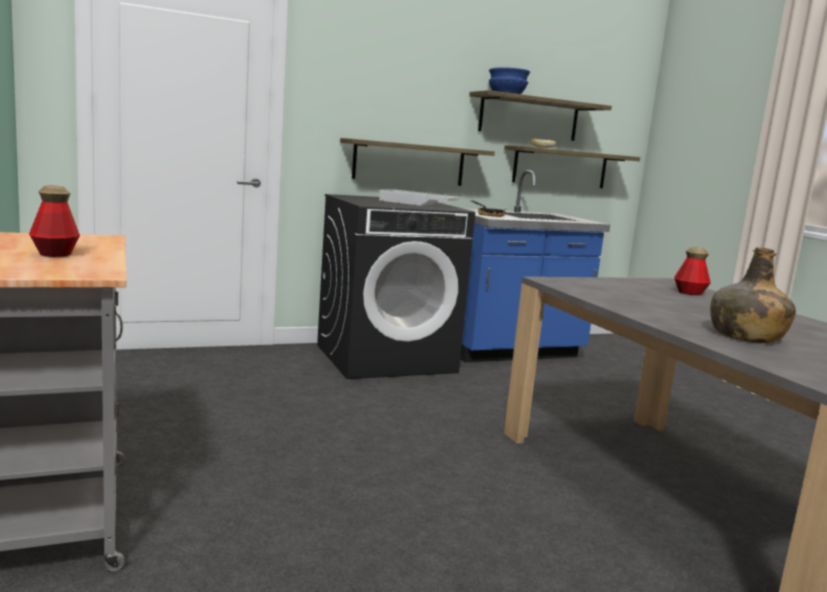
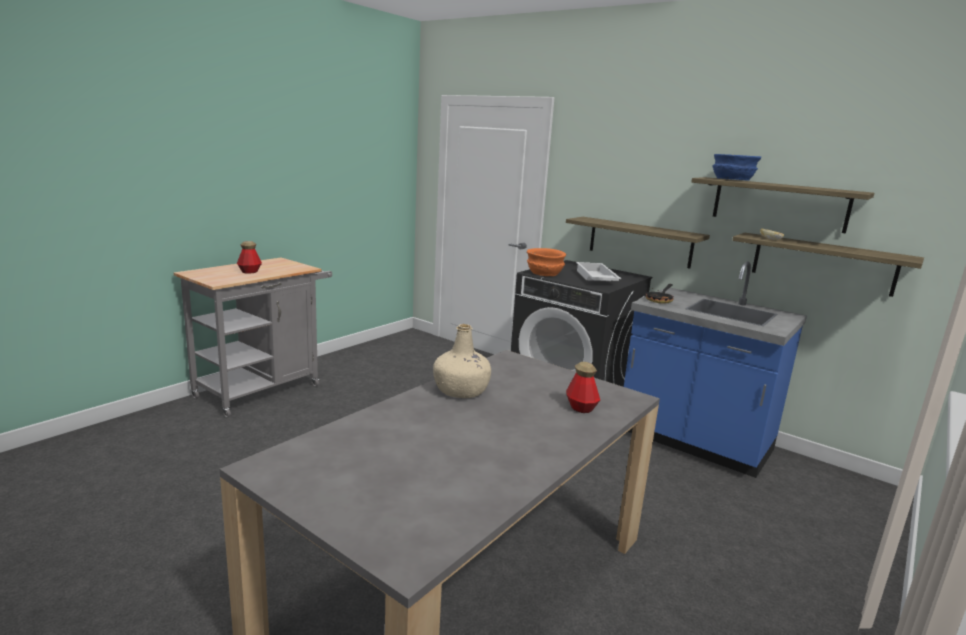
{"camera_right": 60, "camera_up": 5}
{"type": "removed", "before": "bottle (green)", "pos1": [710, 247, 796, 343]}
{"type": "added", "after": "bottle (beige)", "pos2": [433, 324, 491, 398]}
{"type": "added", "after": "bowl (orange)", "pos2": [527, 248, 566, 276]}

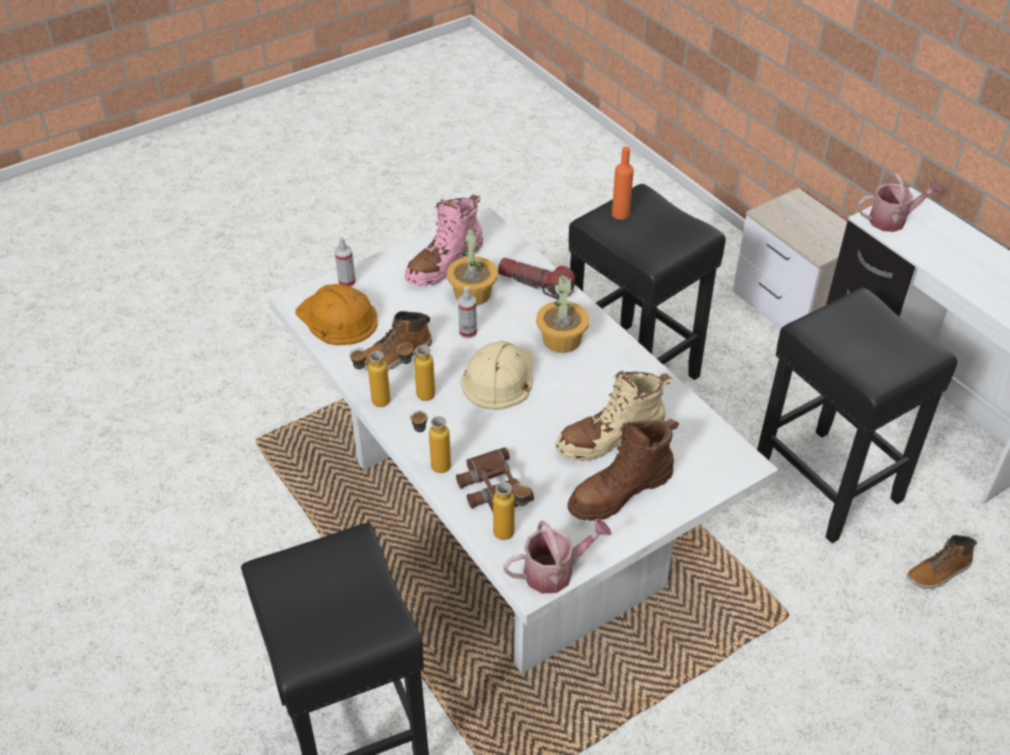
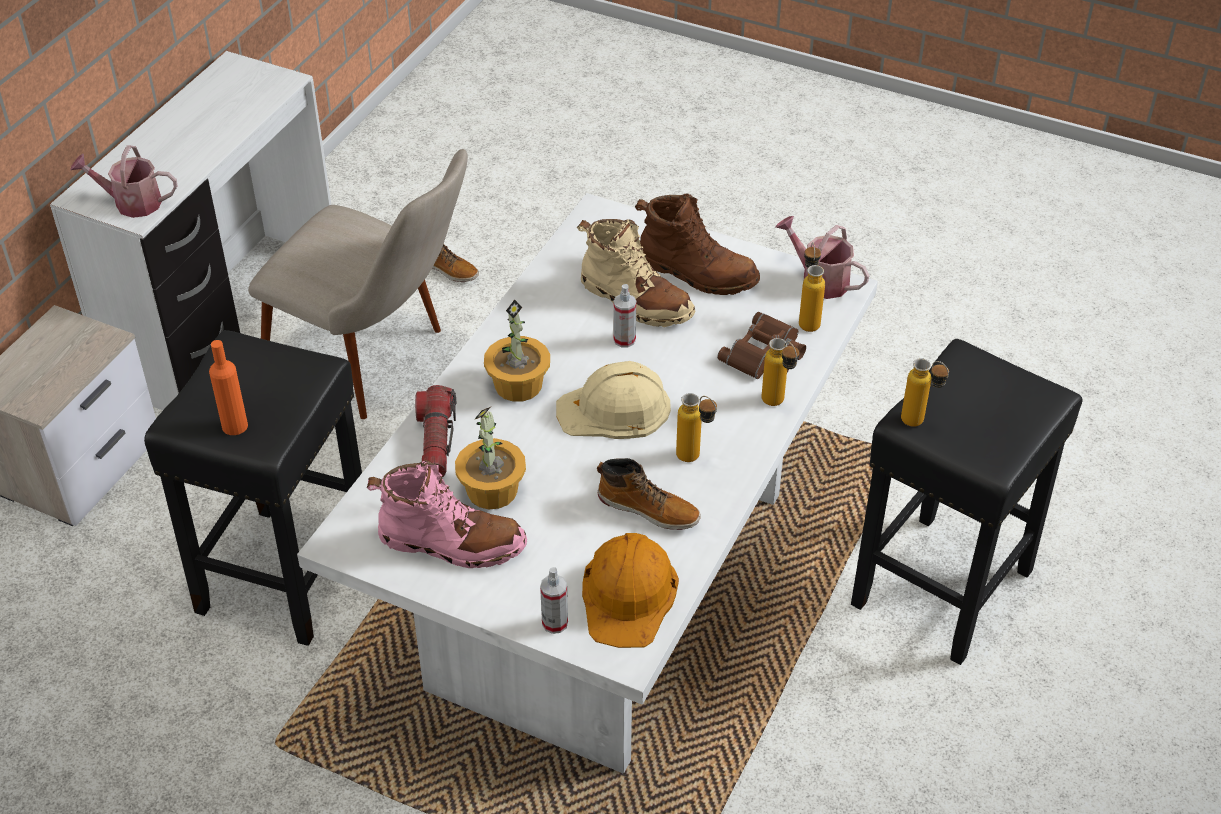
{"camera_right": -120, "camera_up": 0}
{"type": "moved", "before": "bottle", "pos1": [349, 348, 391, 407], "pos2": [901, 358, 949, 427]}
{"type": "moved", "before": "spray bottle", "pos1": [458, 286, 477, 339], "pos2": [613, 284, 636, 347]}
{"type": "replaced", "before": "stool (black)", "after": "chair (beige)", "pos1": [757, 288, 957, 543], "pos2": [248, 149, 468, 419]}
{"type": "turned", "before": "watering can", "pos1": [857, 174, 942, 232], "pos2": [70, 145, 178, 218], "turn": -45}

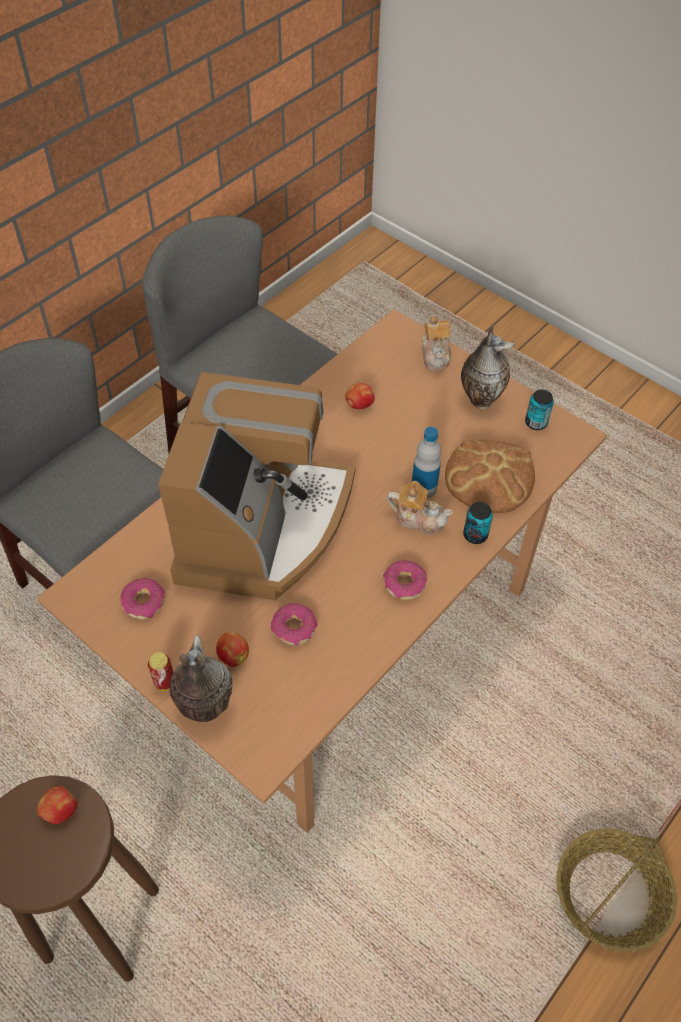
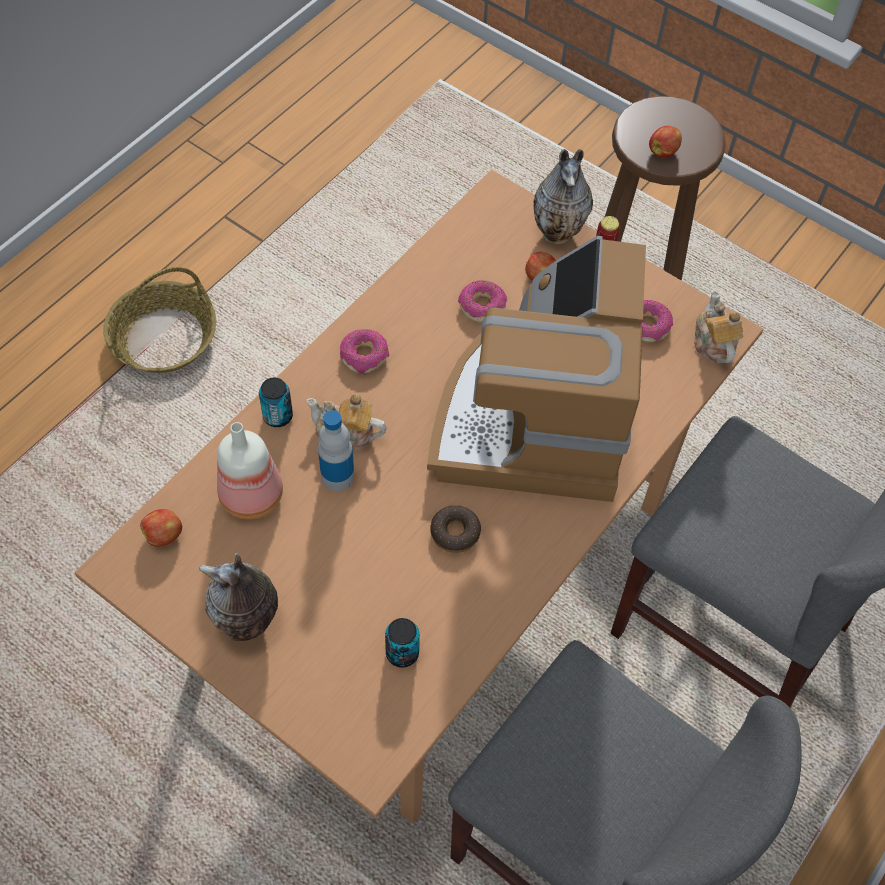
{"camera_right": 175, "camera_up": 5}
{"type": "moved", "before": "apple", "pos1": [345, 383, 375, 409], "pos2": [140, 509, 182, 547]}
{"type": "moved", "before": "teapot", "pos1": [422, 316, 451, 372], "pos2": [694, 291, 743, 363]}
{"type": "replaced", "before": "bread", "after": "bottle", "pos1": [445, 439, 535, 513], "pos2": [217, 422, 283, 520]}
{"type": "moved", "before": "can", "pos1": [525, 389, 554, 430], "pos2": [385, 618, 420, 668]}
{"type": "added", "after": "donut", "pos2": [430, 505, 481, 553]}

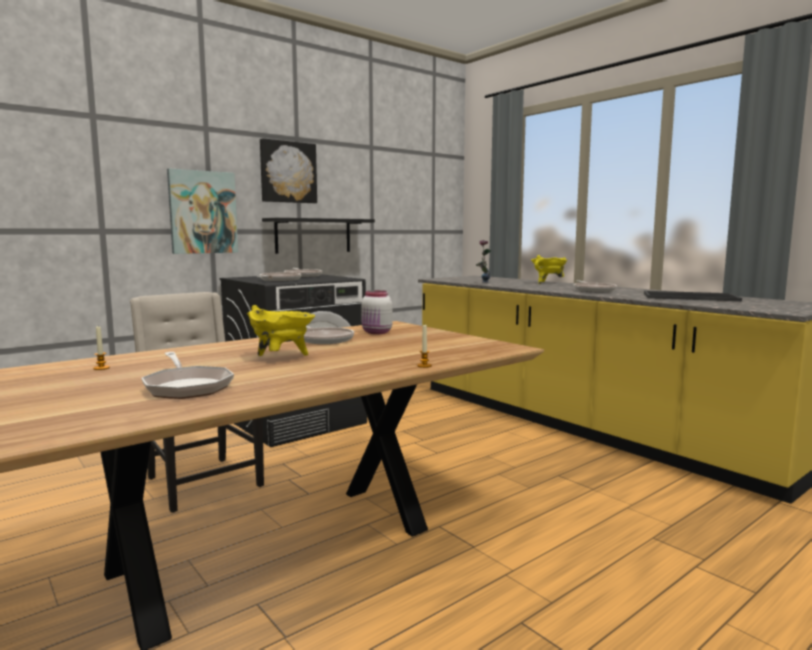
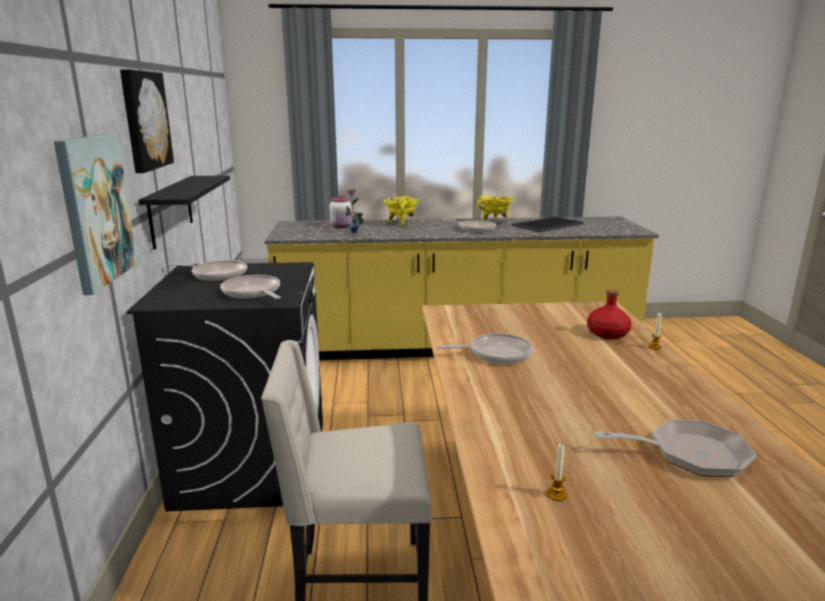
{"camera_right": -55, "camera_up": 10}
{"type": "moved", "before": "cooking pot (yellow)", "pos1": [247, 305, 315, 356], "pos2": [477, 196, 513, 221]}
{"type": "moved", "before": "jar (white)", "pos1": [361, 290, 392, 334], "pos2": [329, 197, 352, 228]}
{"type": "added", "after": "bottle (red)", "pos2": [587, 289, 632, 339]}

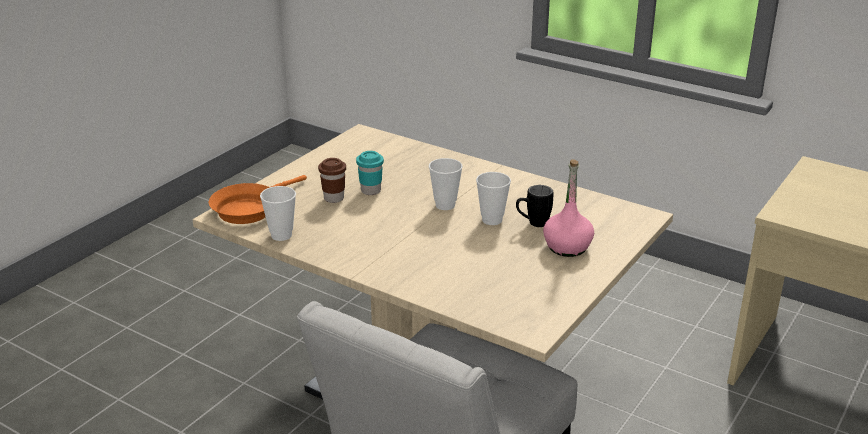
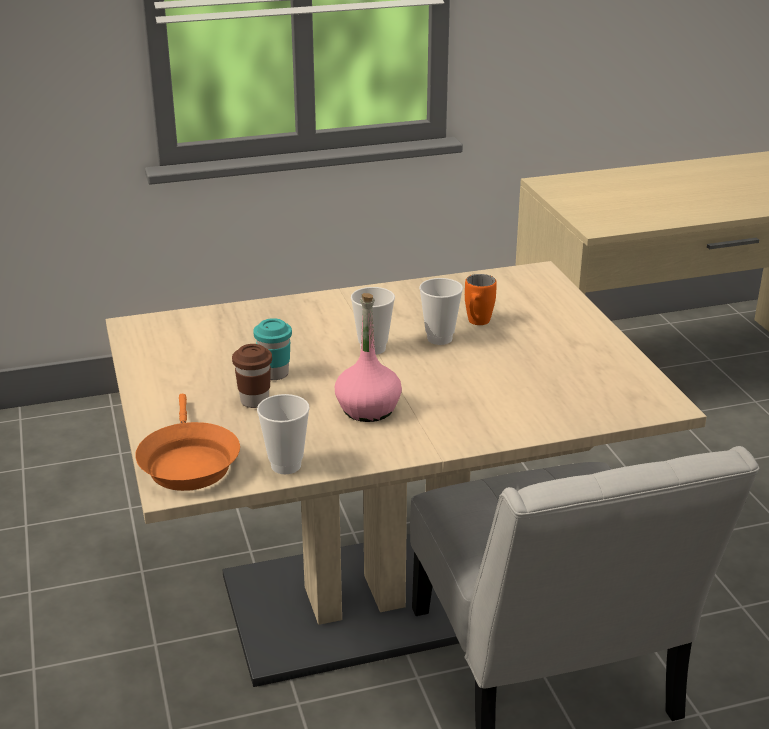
{"camera_right": -50, "camera_up": 0}
{"type": "recoloured", "before": "mug (black)", "after": "mug (orange)", "pos1": [516, 185, 554, 227], "pos2": [465, 274, 497, 325]}
{"type": "moved", "before": "bottle (pink)", "pos1": [543, 159, 594, 257], "pos2": [335, 293, 402, 422]}

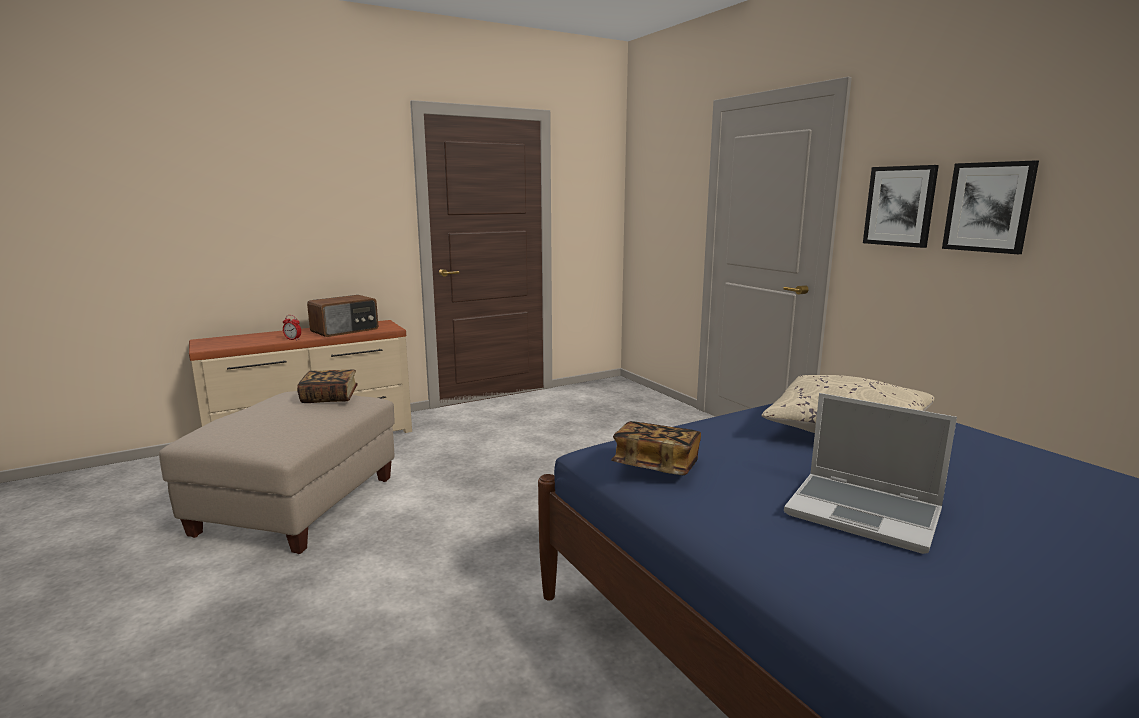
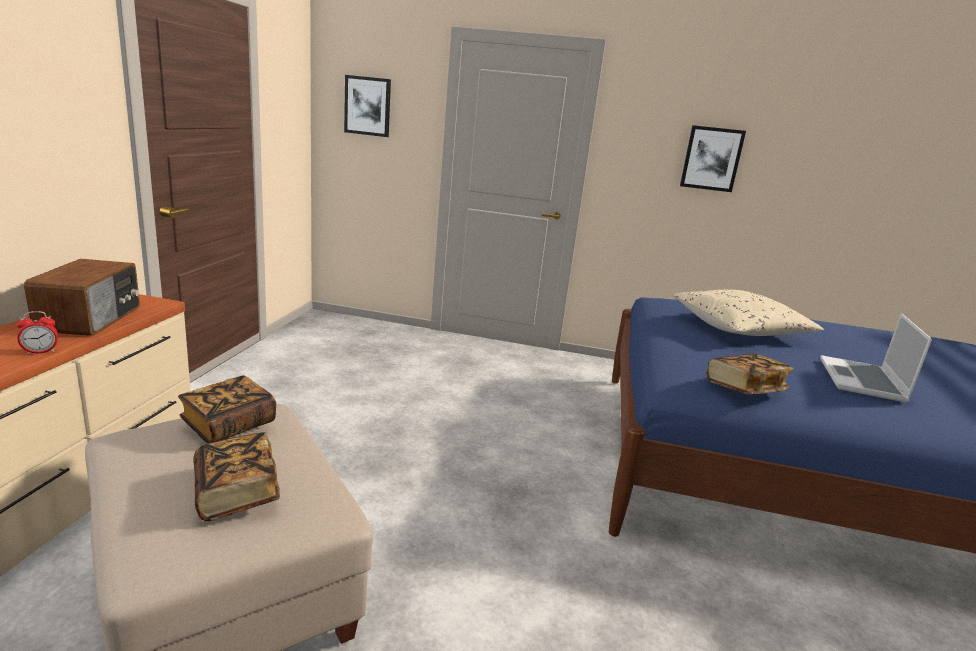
{"camera_right": -50, "camera_up": 5}
{"type": "turned", "before": "laptop", "pos1": [784, 393, 957, 554], "pos2": [820, 313, 932, 402], "turn": 120}
{"type": "moved", "before": "picture", "pos1": [863, 165, 939, 248], "pos2": [344, 75, 391, 137]}
{"type": "added", "after": "book", "pos2": [193, 432, 280, 521]}

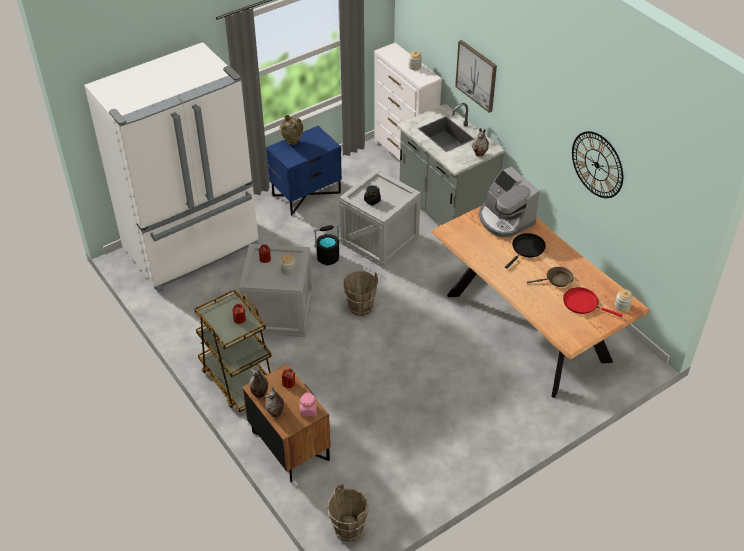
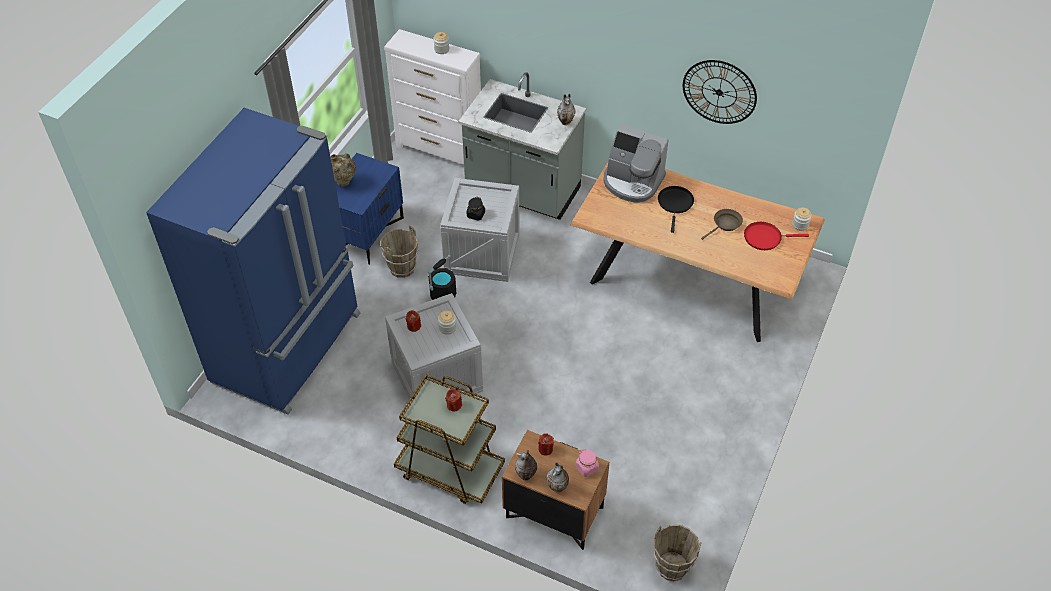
{"camera_right": -30, "camera_up": 5}
{"type": "recoloured", "before": "fridge (white)", "after": "fridge (blue)", "pos1": [84, 42, 259, 292], "pos2": [146, 108, 360, 414]}
{"type": "moved", "before": "bucket (brown)", "pos1": [344, 271, 378, 316], "pos2": [380, 226, 418, 278]}
{"type": "removed", "before": "picture", "pos1": [455, 40, 497, 113]}

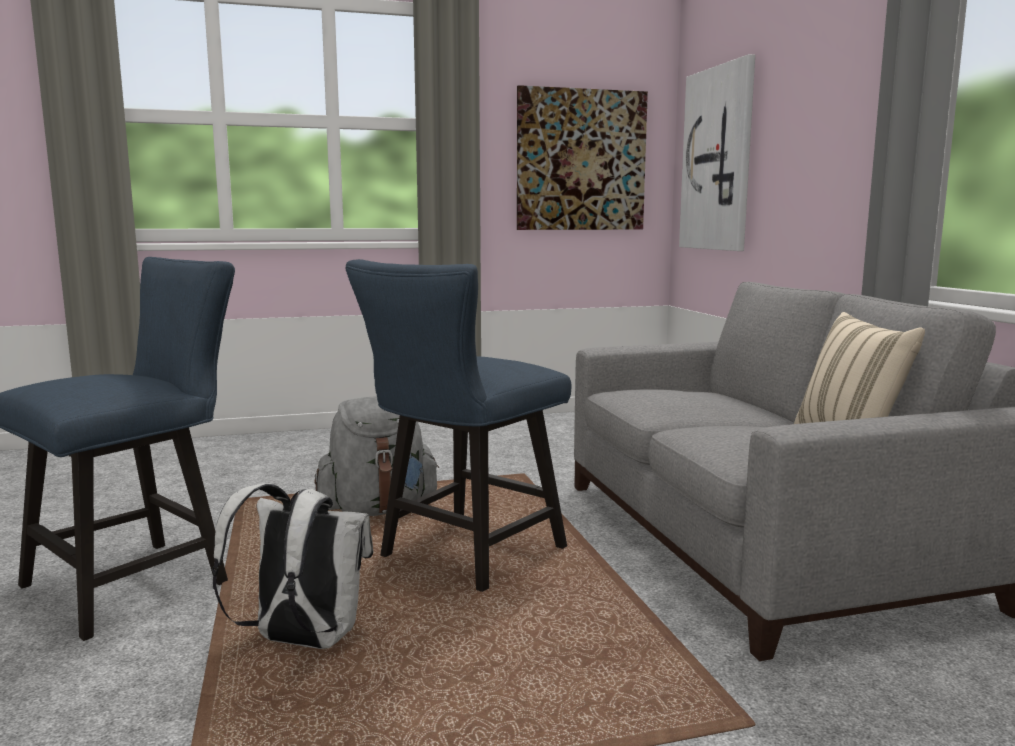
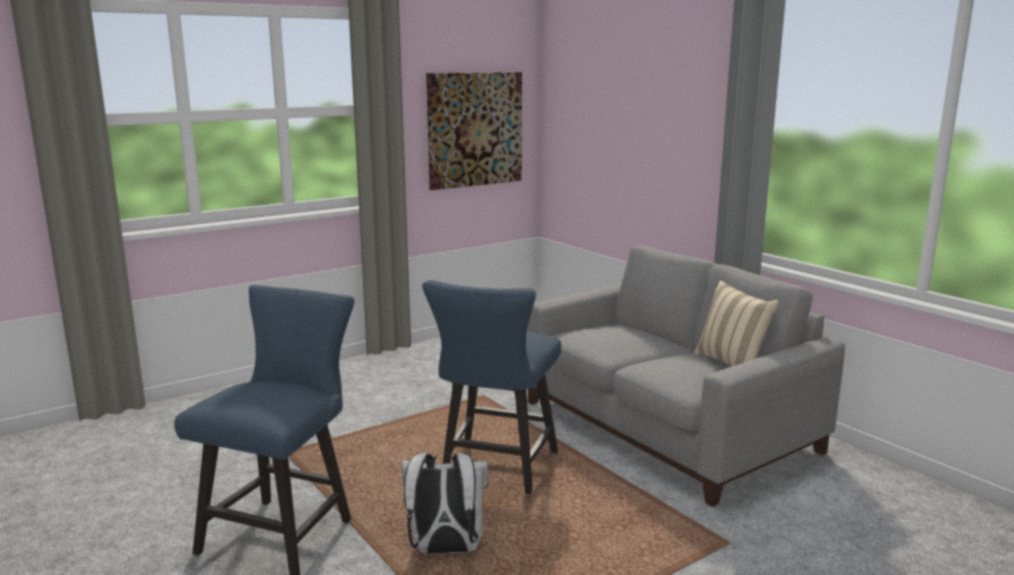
{"camera_right": -20, "camera_up": 5}
{"type": "removed", "before": "backpack (grey)", "pos1": [314, 396, 439, 516]}
{"type": "removed", "before": "picture", "pos1": [679, 54, 755, 251]}

